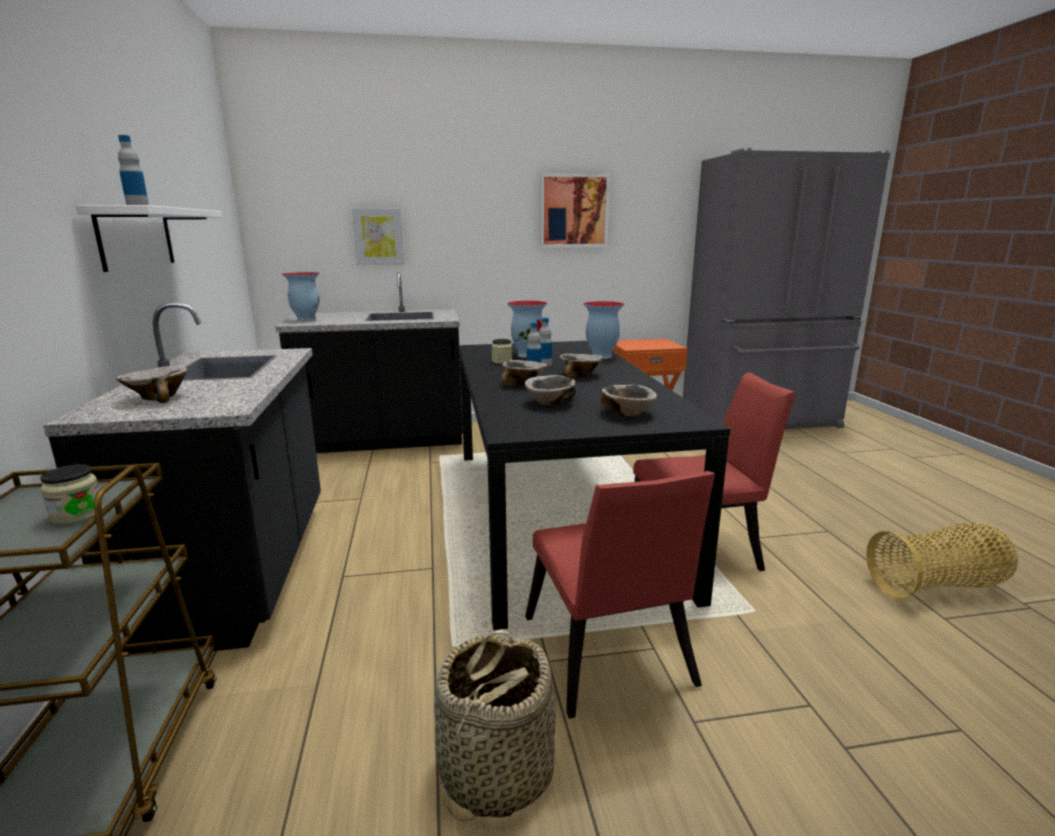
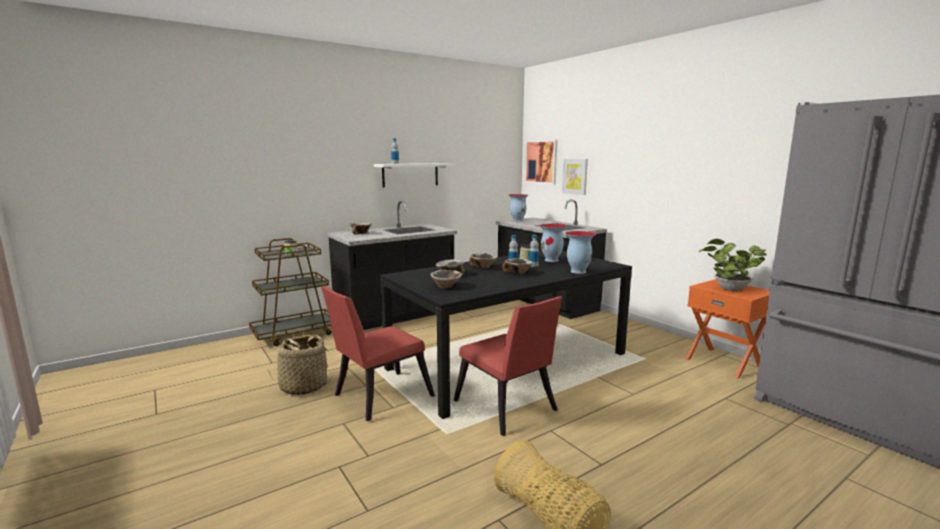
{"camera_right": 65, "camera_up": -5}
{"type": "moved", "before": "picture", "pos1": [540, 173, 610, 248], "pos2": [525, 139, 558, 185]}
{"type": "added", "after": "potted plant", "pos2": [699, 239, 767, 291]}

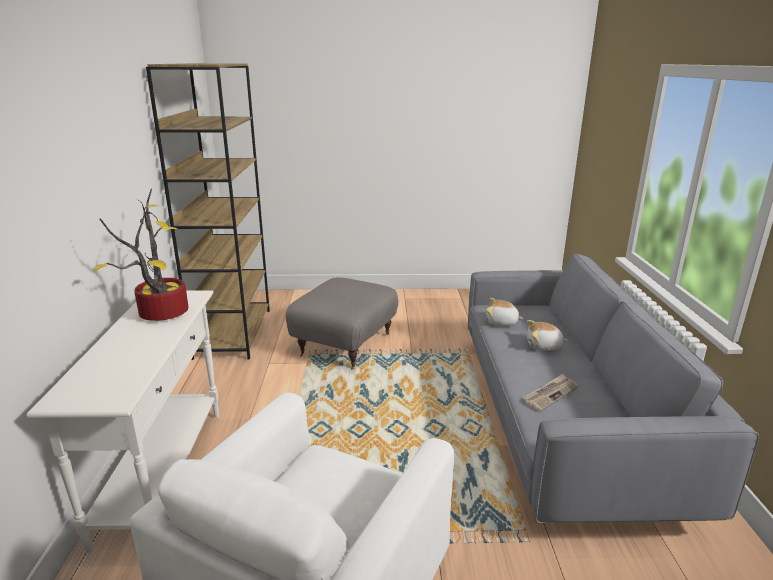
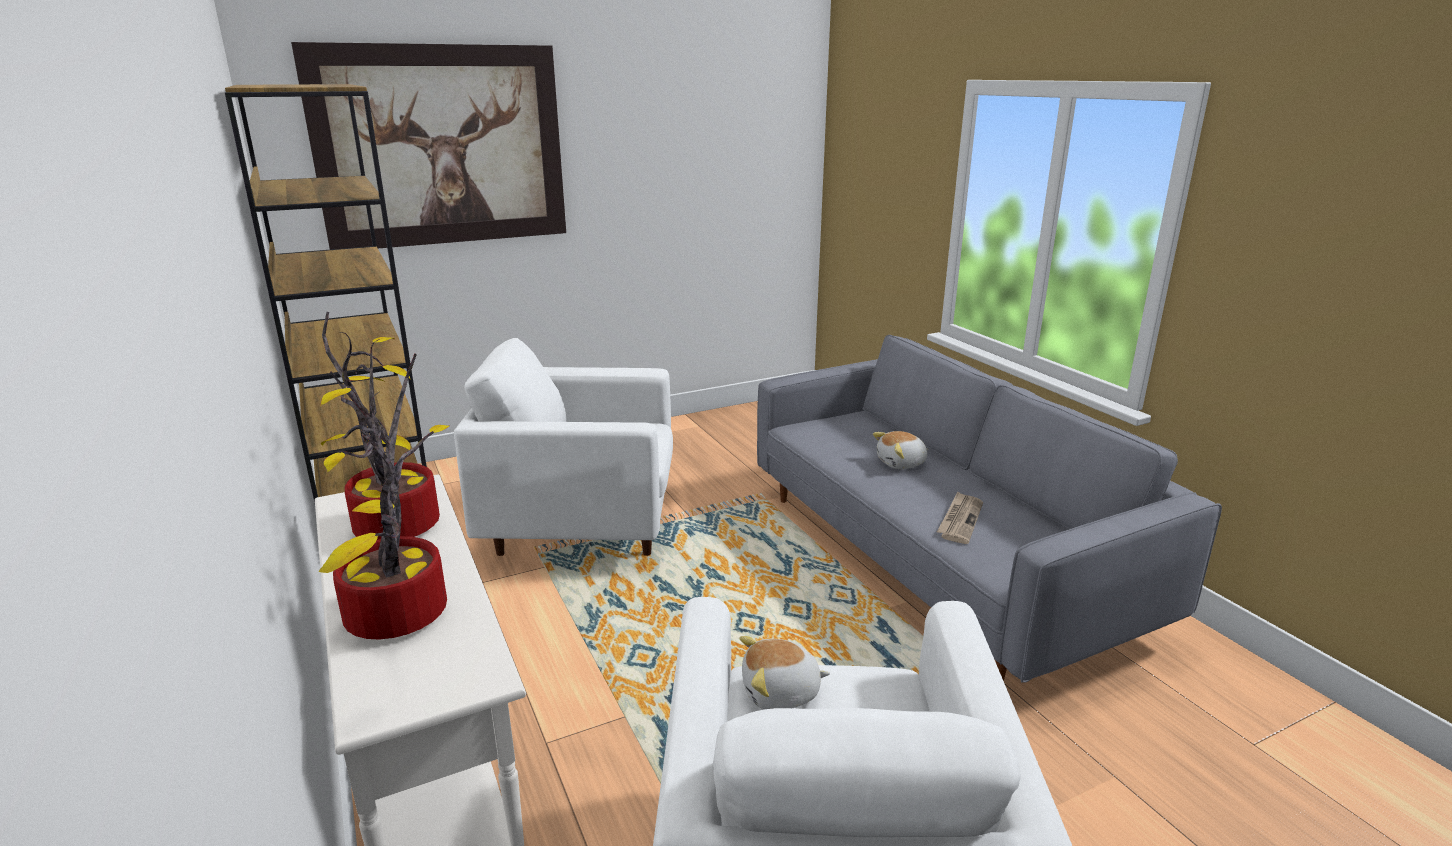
{"camera_right": -25, "camera_up": 0}
{"type": "replaced", "before": "ottoman (grey)", "after": "armchair (white)", "pos1": [286, 277, 398, 369], "pos2": [454, 338, 673, 556]}
{"type": "moved", "before": "plush toy", "pos1": [486, 298, 524, 326], "pos2": [739, 636, 830, 709]}
{"type": "added", "after": "picture", "pos2": [291, 42, 566, 250]}
{"type": "added", "after": "potted plant", "pos2": [318, 354, 449, 640]}

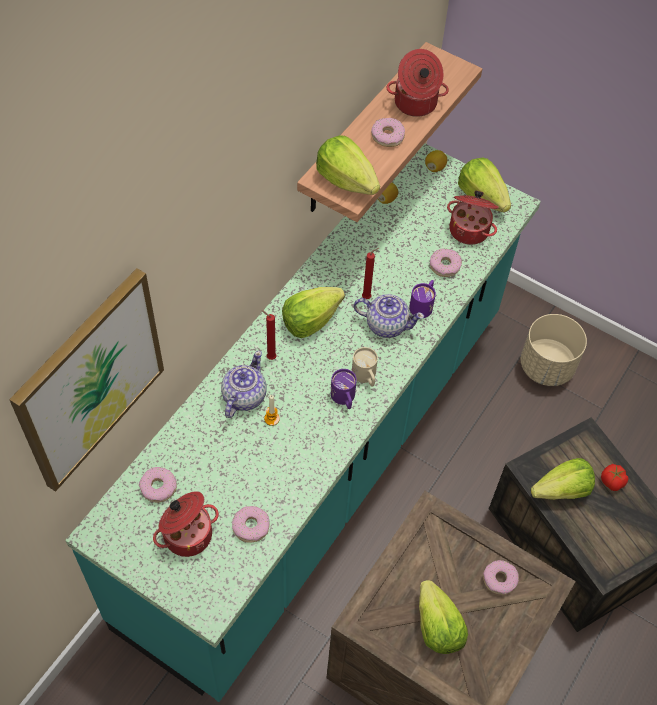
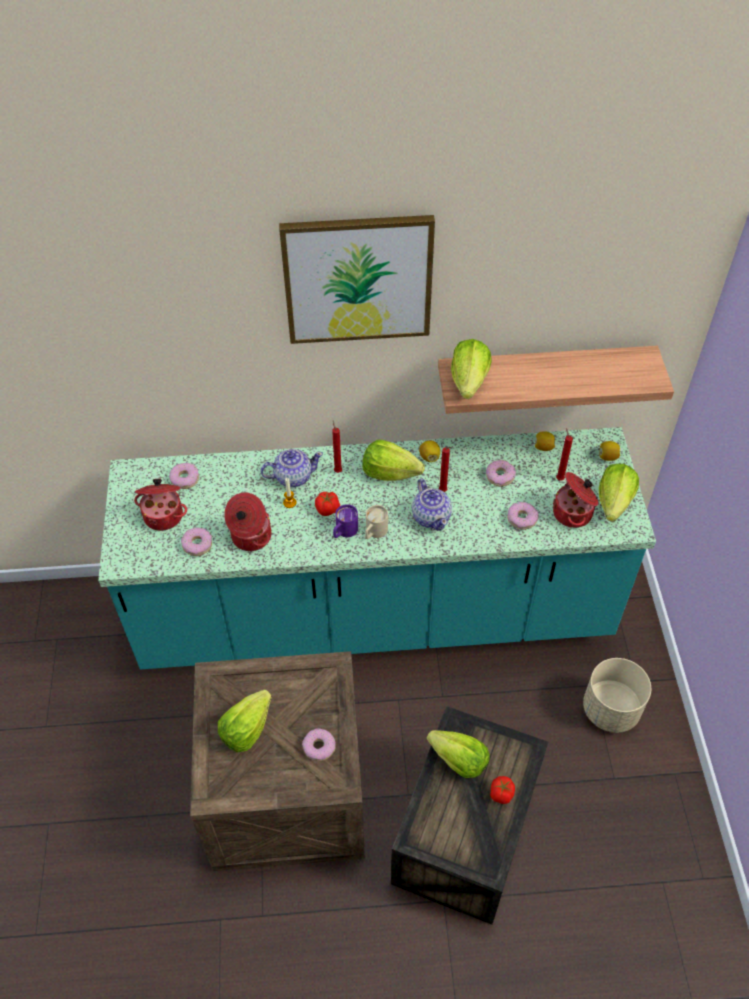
{"camera_right": 55, "camera_up": -5}
{"type": "moved", "before": "picture", "pos1": [9, 268, 164, 492], "pos2": [279, 215, 435, 344]}
{"type": "moved", "before": "donut", "pos1": [371, 118, 405, 147], "pos2": [486, 460, 516, 487]}
{"type": "moved", "before": "cooking pot", "pos1": [387, 49, 449, 117], "pos2": [224, 492, 271, 551]}
{"type": "removed", "before": "mug (purple)", "pos1": [409, 280, 436, 318]}
{"type": "added", "after": "tomato", "pos2": [315, 492, 340, 516]}
{"type": "added", "after": "lemon", "pos2": [419, 440, 440, 462]}
{"type": "added", "after": "candle (red)", "pos2": [556, 428, 573, 481]}

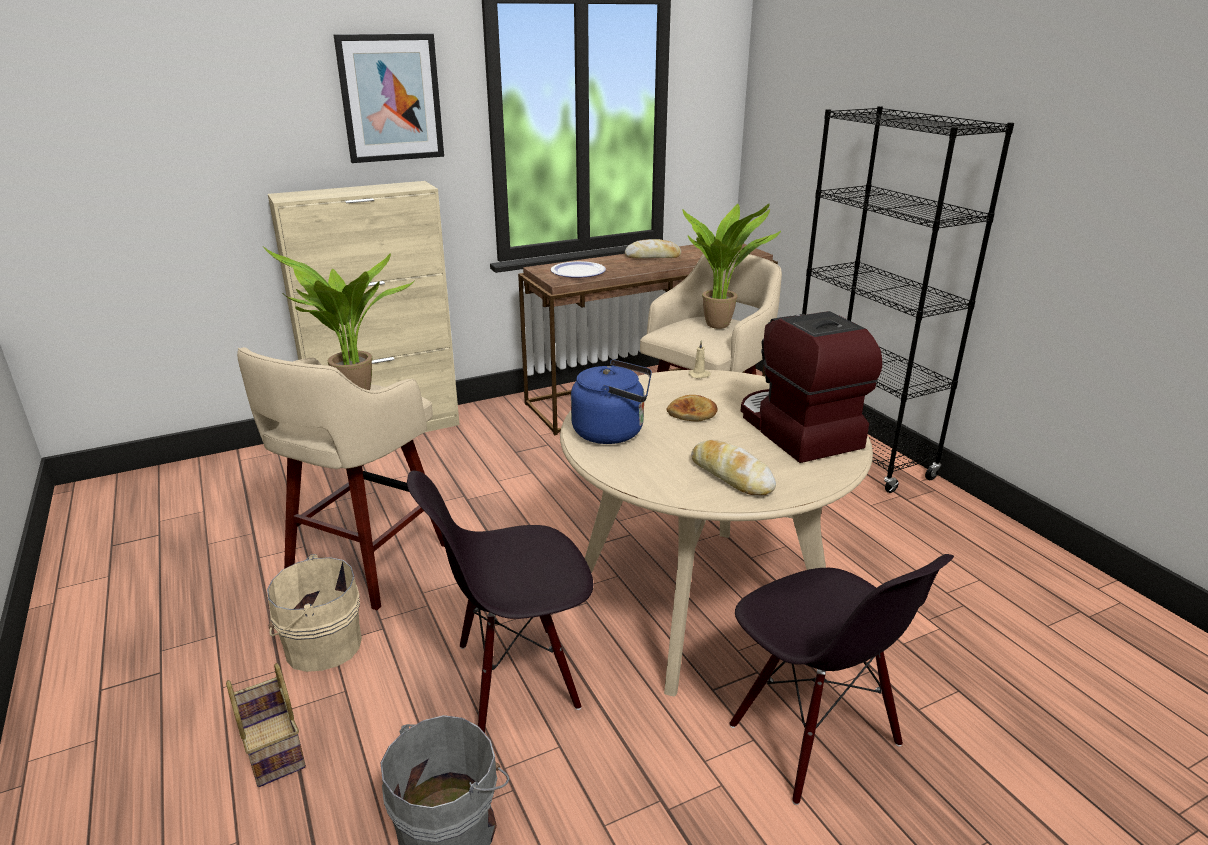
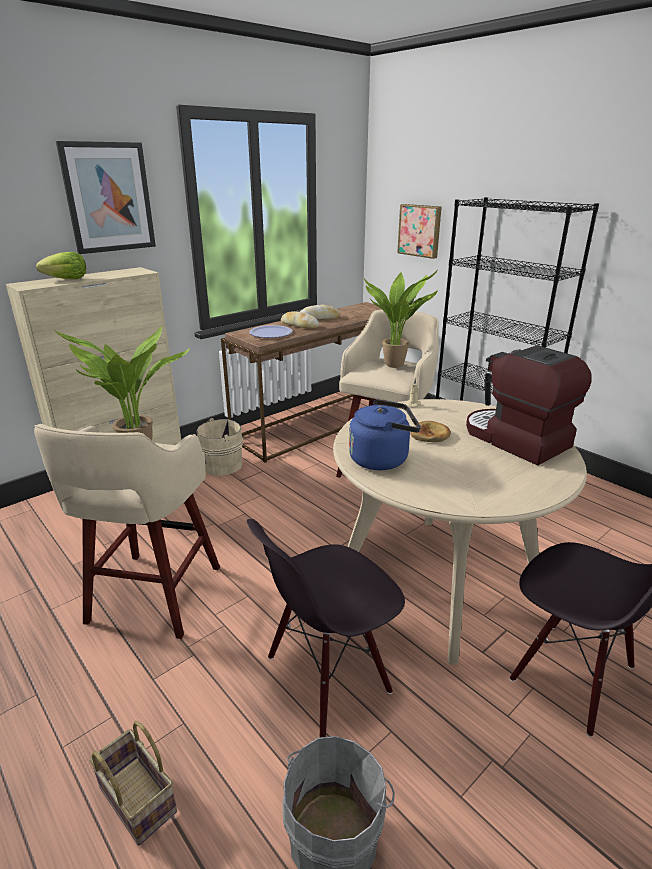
{"camera_right": -15, "camera_up": 0}
{"type": "moved", "before": "bucket (beige)", "pos1": [267, 554, 362, 672], "pos2": [196, 418, 243, 476]}
{"type": "moved", "before": "bread", "pos1": [691, 440, 776, 495], "pos2": [281, 311, 319, 329]}
{"type": "added", "after": "lettuce", "pos2": [36, 252, 86, 279]}
{"type": "added", "after": "picture", "pos2": [397, 204, 442, 259]}

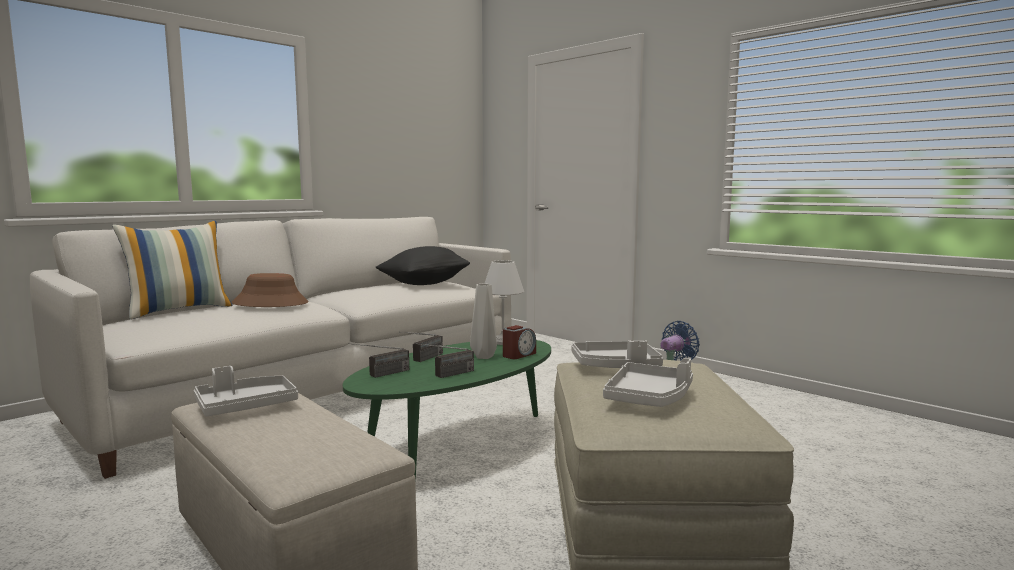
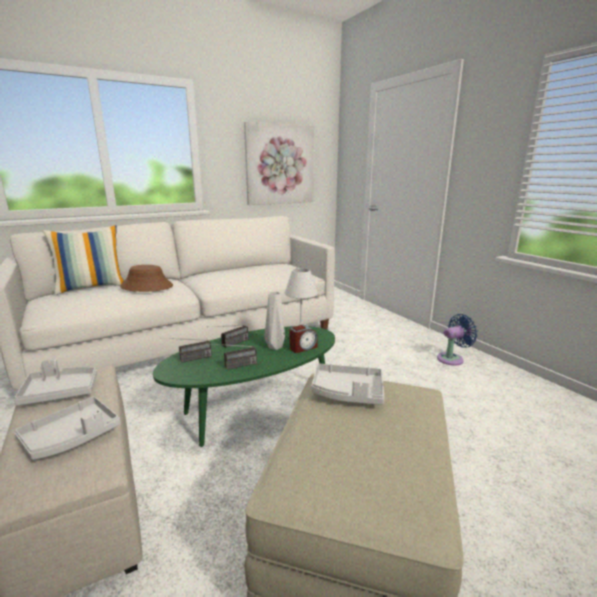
{"camera_right": 15, "camera_up": 10}
{"type": "removed", "before": "pillow (black)", "pos1": [376, 246, 470, 285]}
{"type": "moved", "before": "tray (grey)", "pos1": [603, 358, 693, 407], "pos2": [15, 396, 120, 460]}
{"type": "added", "after": "picture", "pos2": [244, 122, 314, 205]}

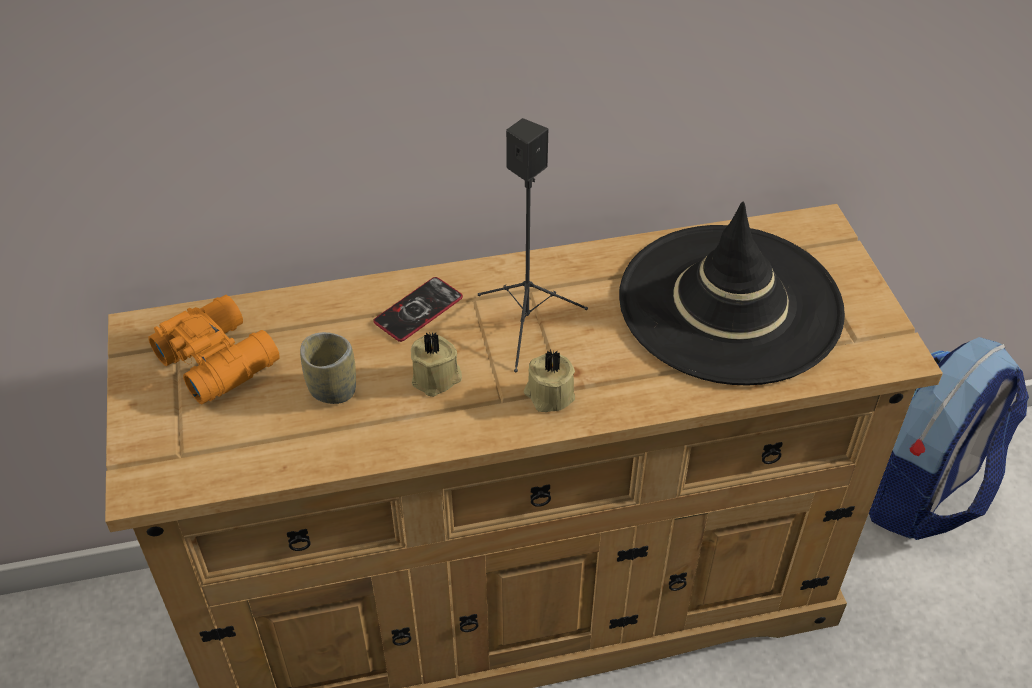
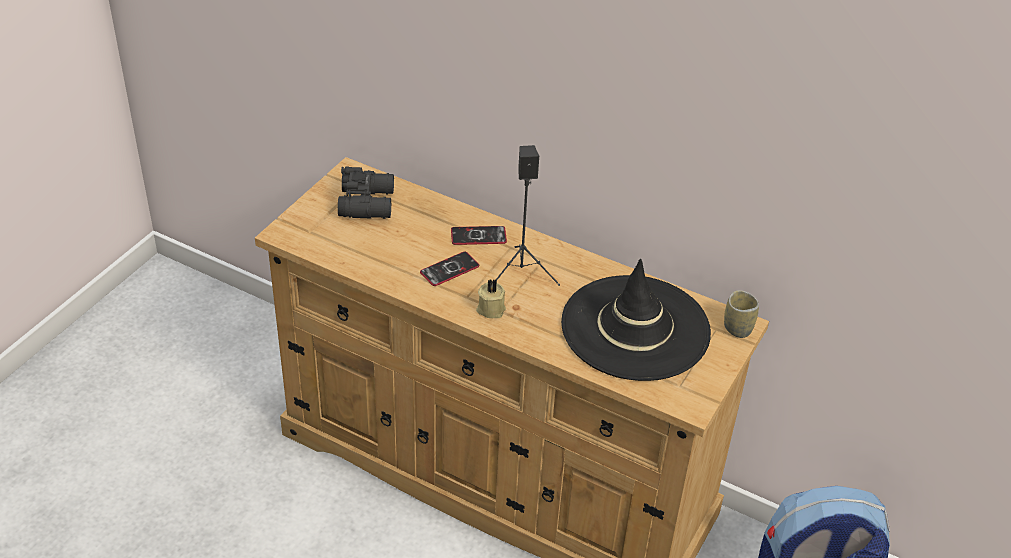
{"camera_right": 40, "camera_up": -5}
{"type": "recoloured", "before": "binoculars (orange)", "after": "binoculars (black)", "pos1": [148, 295, 280, 404], "pos2": [338, 167, 394, 219]}
{"type": "moved", "before": "cup", "pos1": [300, 332, 356, 404], "pos2": [724, 290, 759, 338]}
{"type": "replaced", "before": "candle (beige)", "after": "phone", "pos1": [411, 332, 462, 397], "pos2": [420, 251, 480, 286]}

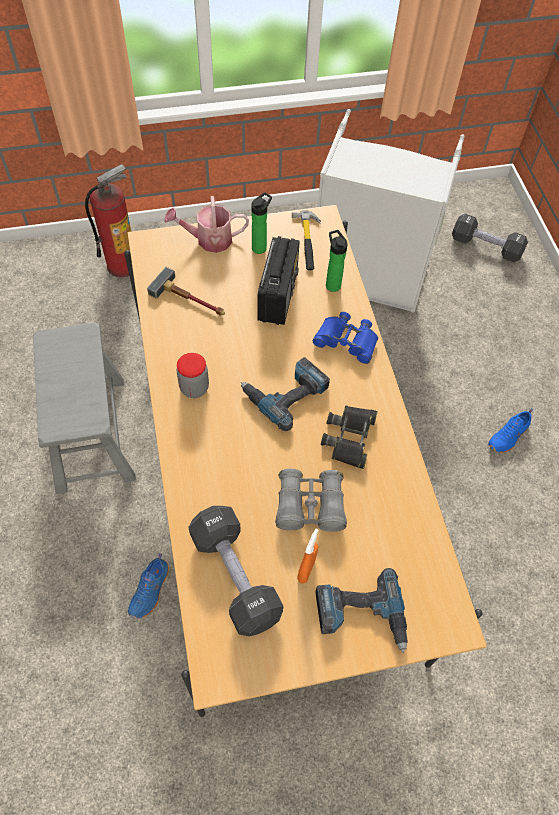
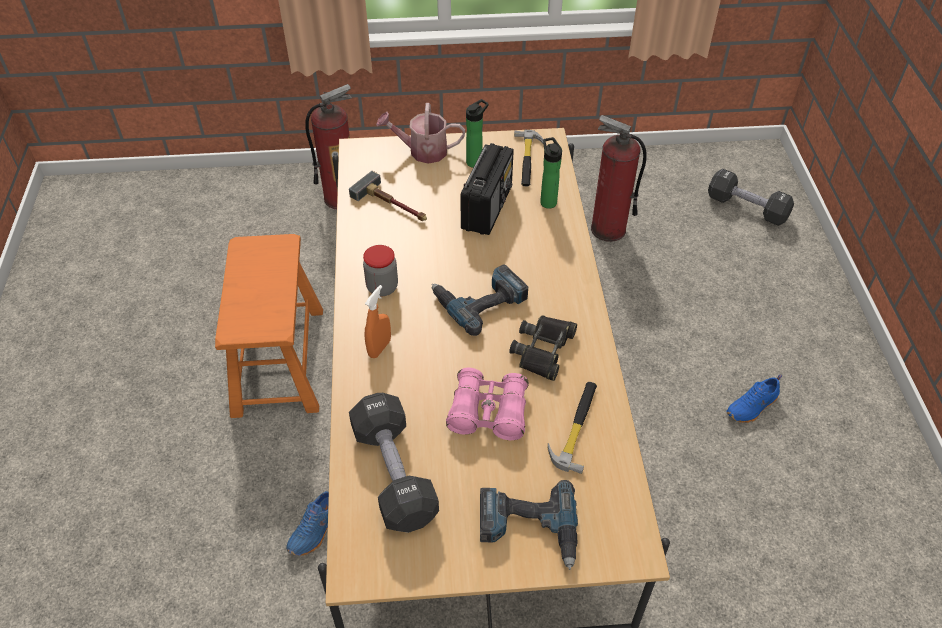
{"camera_right": 10, "camera_up": -10}
{"type": "recoloured", "before": "stool (grey)", "after": "stool (orange)", "pos1": [33, 323, 136, 494], "pos2": [215, 234, 323, 418]}
{"type": "recoloured", "before": "binoculars (grey)", "after": "binoculars (pink)", "pos1": [275, 469, 347, 532], "pos2": [446, 368, 529, 440]}
{"type": "moved", "before": "spray bottle (orange)", "pos1": [297, 528, 318, 584], "pos2": [365, 285, 391, 358]}
{"type": "removed", "before": "binoculars (blue)", "pos1": [313, 312, 378, 364]}
{"type": "replaced", "before": "laundry basket (grey)", "after": "fire extinguisher", "pos1": [318, 109, 465, 312], "pos2": [591, 115, 647, 242]}
{"type": "added", "after": "hammer", "pos2": [547, 382, 597, 474]}

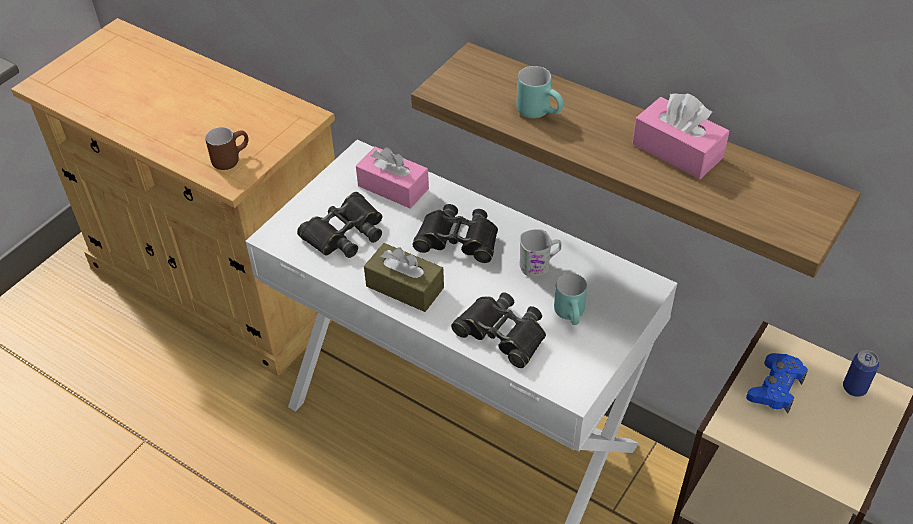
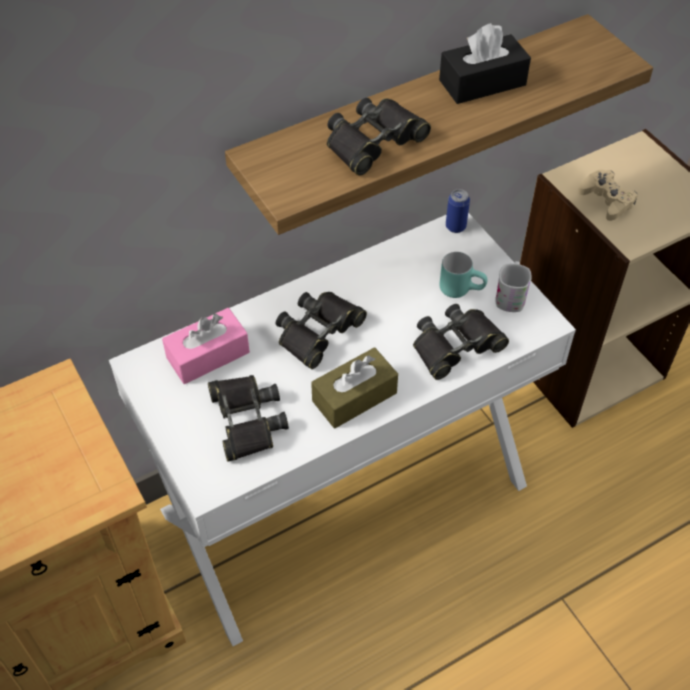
{"camera_right": -65, "camera_up": 5}
{"type": "removed", "before": "mug (brown)", "pos1": [205, 127, 248, 170]}
{"type": "replaced", "before": "mug (turquoise)", "after": "binoculars (black)", "pos1": [516, 66, 563, 118], "pos2": [327, 98, 431, 176]}
{"type": "moved", "before": "mug (white)", "pos1": [520, 229, 562, 276], "pos2": [495, 261, 532, 312]}
{"type": "recoloured", "before": "tissue box (pink)", "after": "tissue box (black)", "pos1": [632, 93, 730, 179], "pos2": [439, 23, 531, 104]}
{"type": "recoloured", "before": "game controller (blue)", "after": "game controller (beige)", "pos1": [746, 353, 808, 413], "pos2": [578, 170, 638, 221]}
{"type": "moved", "before": "can", "pos1": [843, 350, 879, 397], "pos2": [446, 189, 470, 233]}

